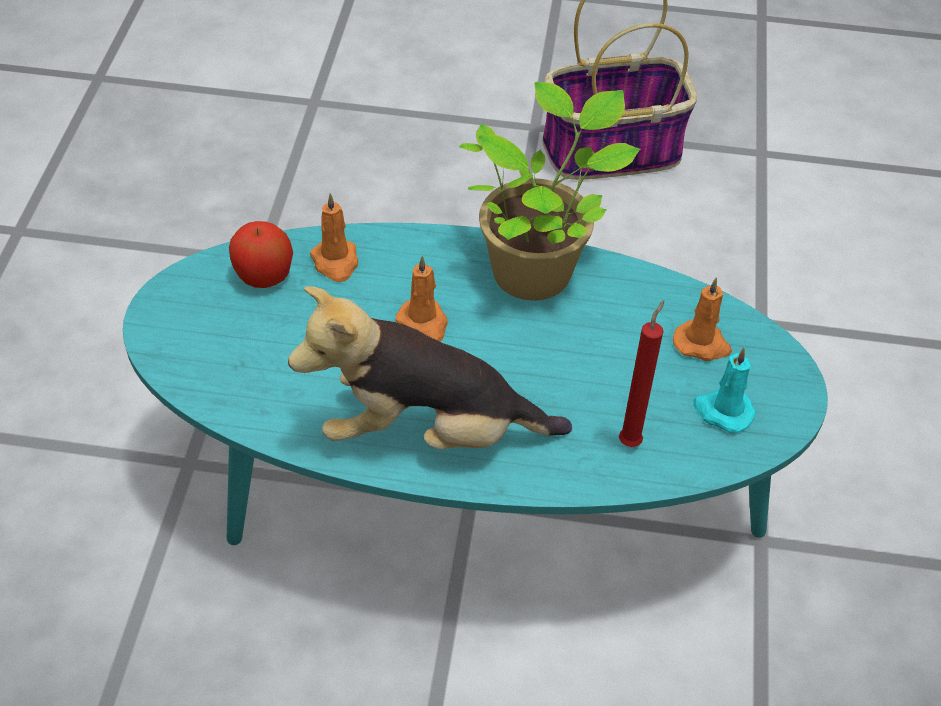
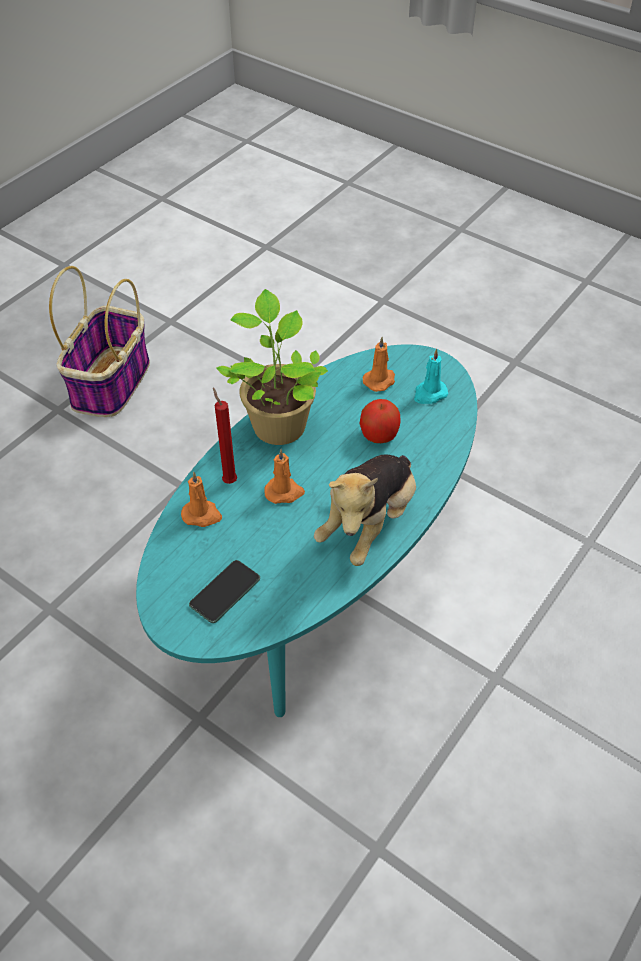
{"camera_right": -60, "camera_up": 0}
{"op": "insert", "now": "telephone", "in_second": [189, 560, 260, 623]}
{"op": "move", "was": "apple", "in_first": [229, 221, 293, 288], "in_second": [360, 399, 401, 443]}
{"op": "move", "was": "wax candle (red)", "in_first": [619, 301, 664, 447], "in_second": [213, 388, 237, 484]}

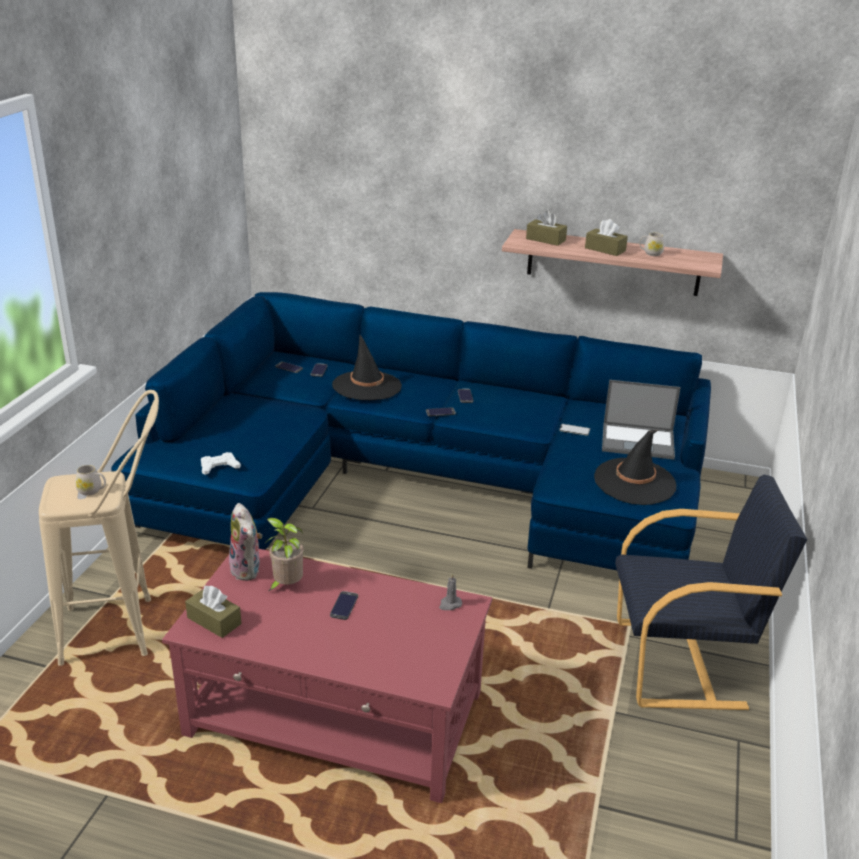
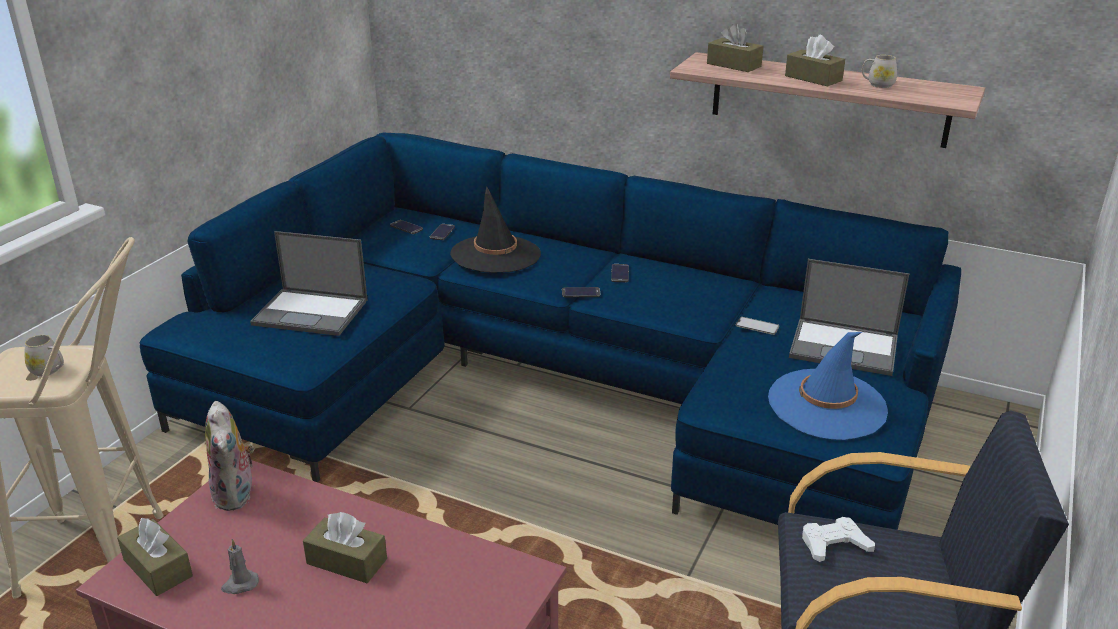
{"camera_right": 10, "camera_up": 0}
{"op": "delete", "was": "plant in a pot", "in_first": [263, 518, 304, 591]}
{"op": "insert", "now": "laptop", "in_second": [250, 231, 368, 336]}
{"op": "move", "was": "joypad (whitish)", "in_first": [201, 452, 241, 475], "in_second": [802, 517, 875, 562]}
{"op": "move", "was": "wax candle (greyish)", "in_first": [439, 573, 462, 610], "in_second": [221, 539, 259, 594]}
{"op": "replace", "was": "telephone", "now": "tissue box (brownish)", "in_first": [330, 591, 358, 620], "in_second": [303, 512, 387, 583]}
{"op": "recolor", "was": "clothing hat (black-coloured)", "now": "clothing hat (bluish)", "in_first": [594, 430, 677, 505], "in_second": [768, 332, 888, 440]}

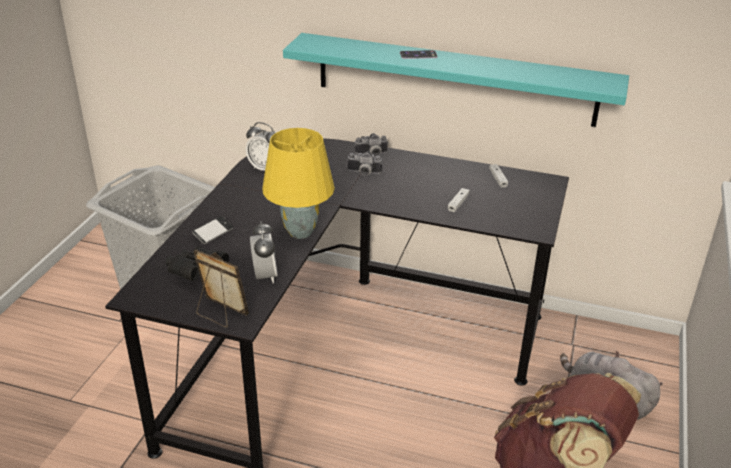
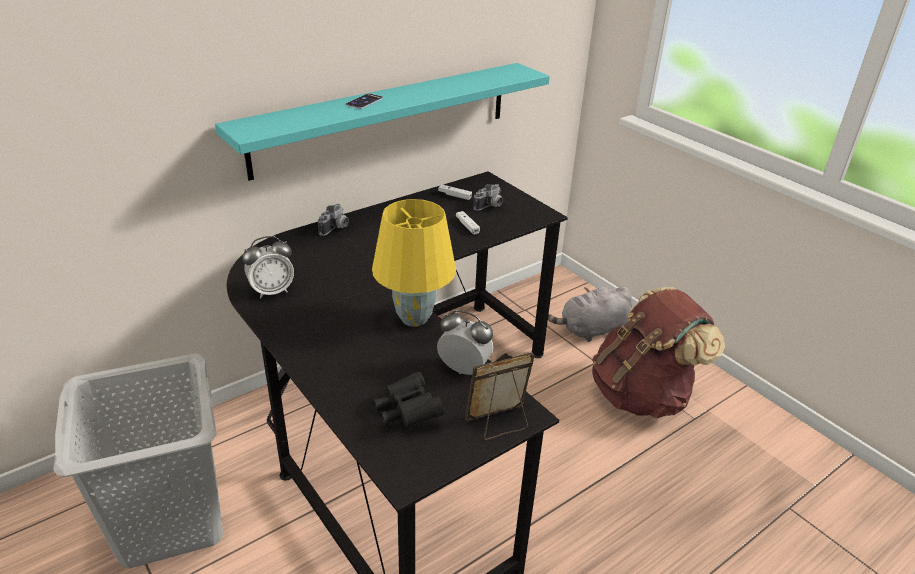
{"camera_right": -55, "camera_up": 0}
{"op": "delete", "was": "telephone", "in_first": [192, 216, 234, 244]}
{"op": "move", "was": "still camera", "in_first": [347, 151, 382, 175], "in_second": [473, 184, 503, 211]}

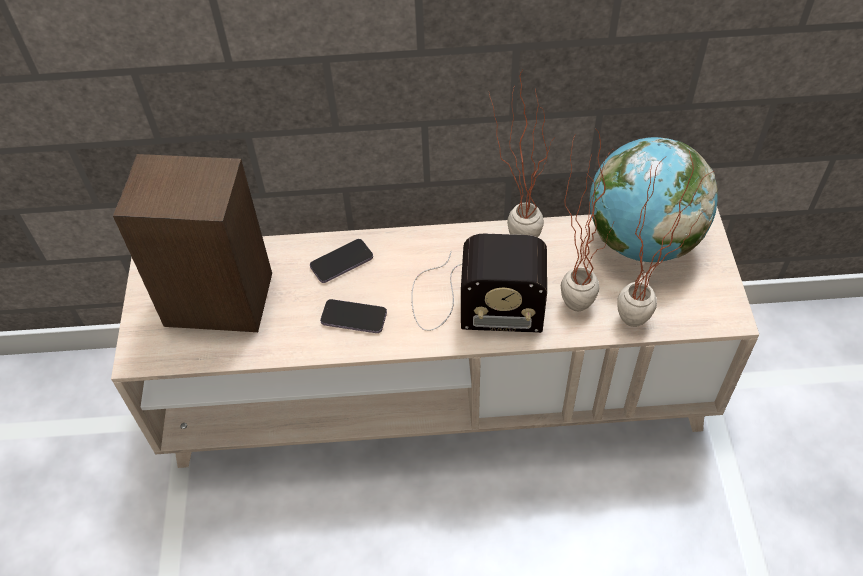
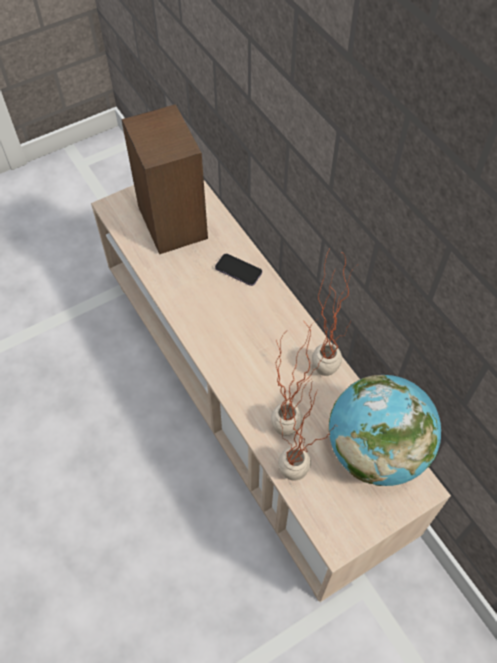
{"camera_right": 60, "camera_up": 5}
{"op": "delete", "was": "telephone", "in_first": [320, 299, 387, 333]}
{"op": "delete", "was": "radio", "in_first": [411, 234, 547, 333]}

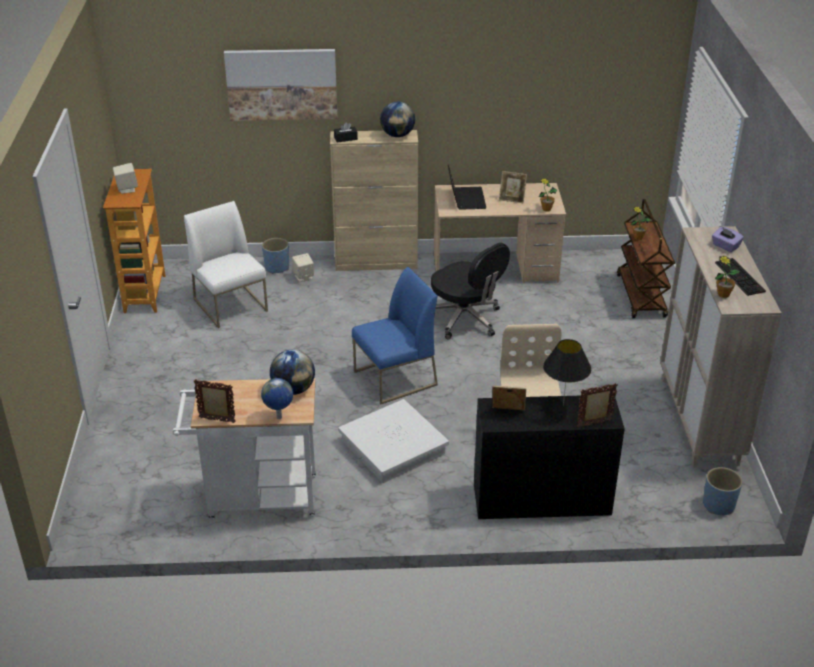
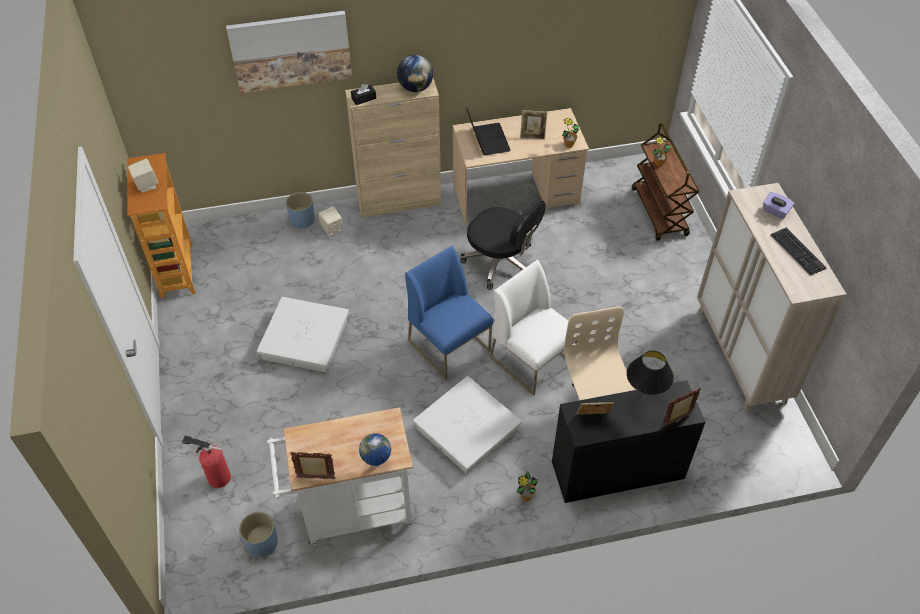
{"camera_right": -10, "camera_up": 15}
{"op": "delete", "was": "globe", "in_first": [270, 350, 315, 395]}
{"op": "insert", "now": "fire extinguisher", "in_second": [182, 435, 231, 488]}
{"op": "insert", "now": "storage box (whitish)", "in_second": [257, 297, 349, 372]}
{"op": "move", "was": "plain chair (whitish)", "in_first": [184, 201, 268, 328], "in_second": [490, 260, 580, 396]}
{"op": "move", "was": "plant pot (bluish)", "in_first": [703, 467, 742, 515], "in_second": [239, 512, 278, 557]}
{"op": "move", "was": "plant in a pot", "in_first": [715, 256, 739, 298], "in_second": [517, 471, 538, 501]}
{"op": "rotate", "was": "plain chair (bluish)", "in_first": [352, 267, 438, 404], "in_second": [405, 245, 493, 380], "clockwise": -90}

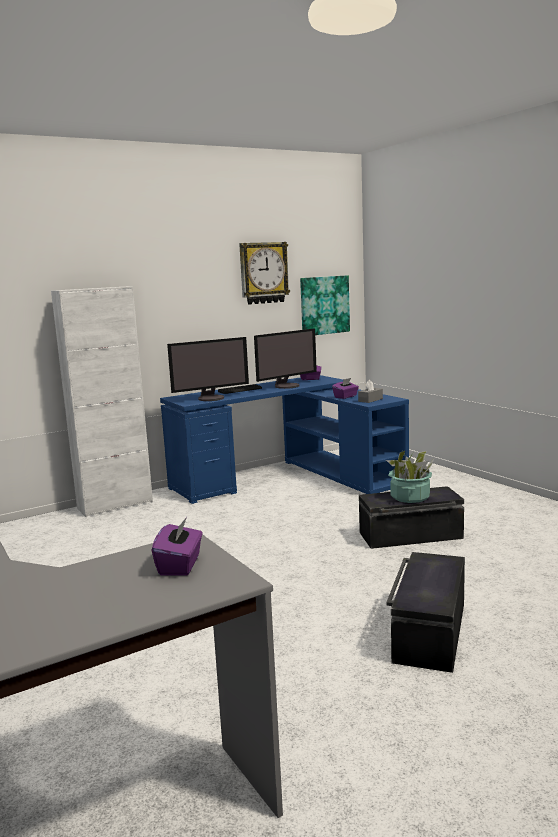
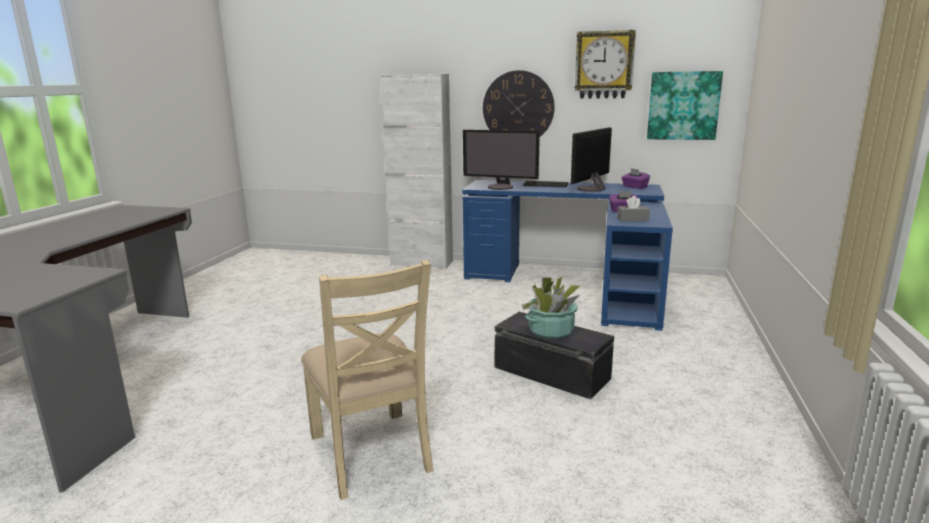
{"camera_right": 45, "camera_up": 5}
{"op": "delete", "was": "tissue box (purple-coloured)", "in_first": [152, 517, 203, 575]}
{"op": "insert", "now": "wall clock", "in_second": [483, 70, 555, 137]}
{"op": "replace", "was": "storage box (black-coloured)", "now": "plain chair (sand-coloured)", "in_first": [386, 552, 465, 673], "in_second": [301, 260, 434, 500]}
{"op": "rotate", "was": "computer display", "in_first": [254, 328, 317, 389], "in_second": [571, 127, 612, 192], "clockwise": 120}

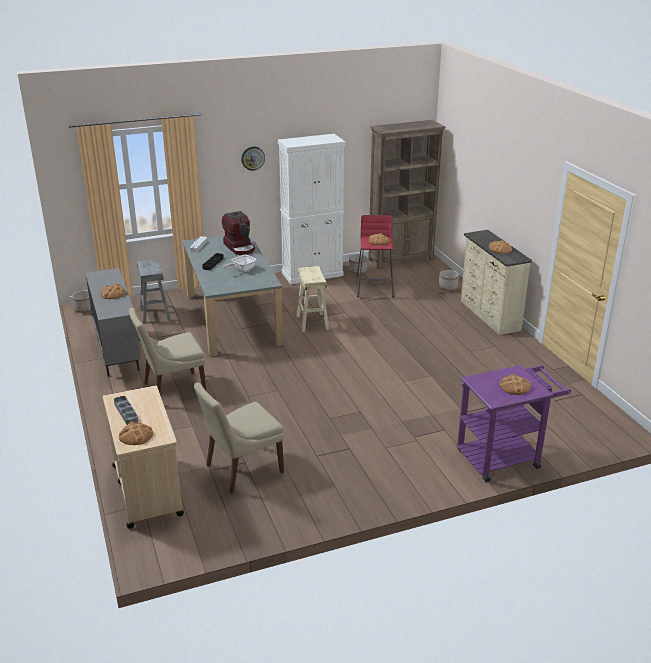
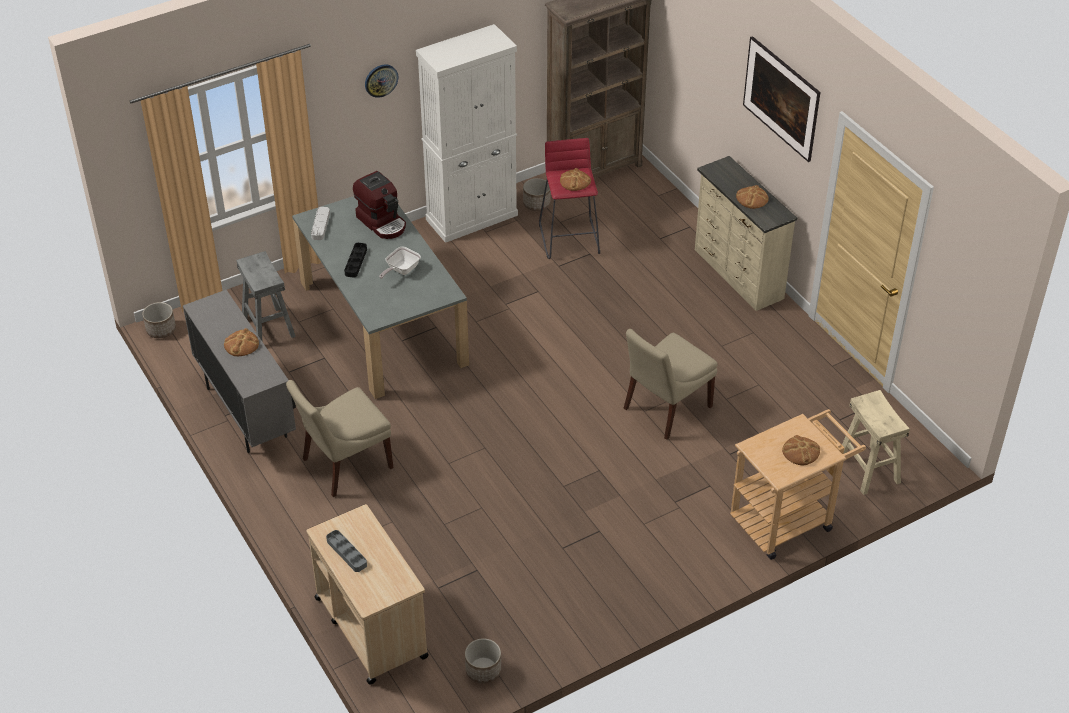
{"camera_right": -10, "camera_up": 15}
{"op": "delete", "was": "bakery bread", "in_first": [119, 421, 153, 445]}
{"op": "insert", "now": "wall picture", "in_second": [743, 36, 820, 162]}
{"op": "move", "was": "plain chair (sand-coloured)", "in_first": [194, 382, 284, 494], "in_second": [624, 329, 718, 440]}
{"op": "move", "was": "stool seat (sand-coloured)", "in_first": [296, 266, 330, 332], "in_second": [842, 390, 910, 495]}
{"op": "move", "was": "plant pot", "in_first": [439, 270, 459, 291], "in_second": [465, 638, 501, 684]}
{"op": "recolor", "was": "cart (purple-coloured)", "now": "cart (sand-coloured)", "in_first": [456, 365, 571, 482], "in_second": [730, 409, 866, 560]}

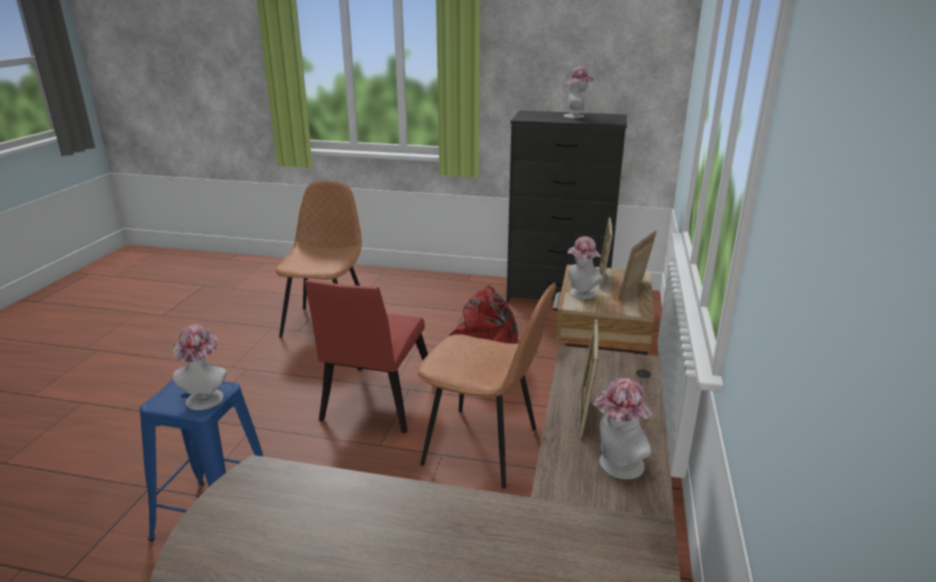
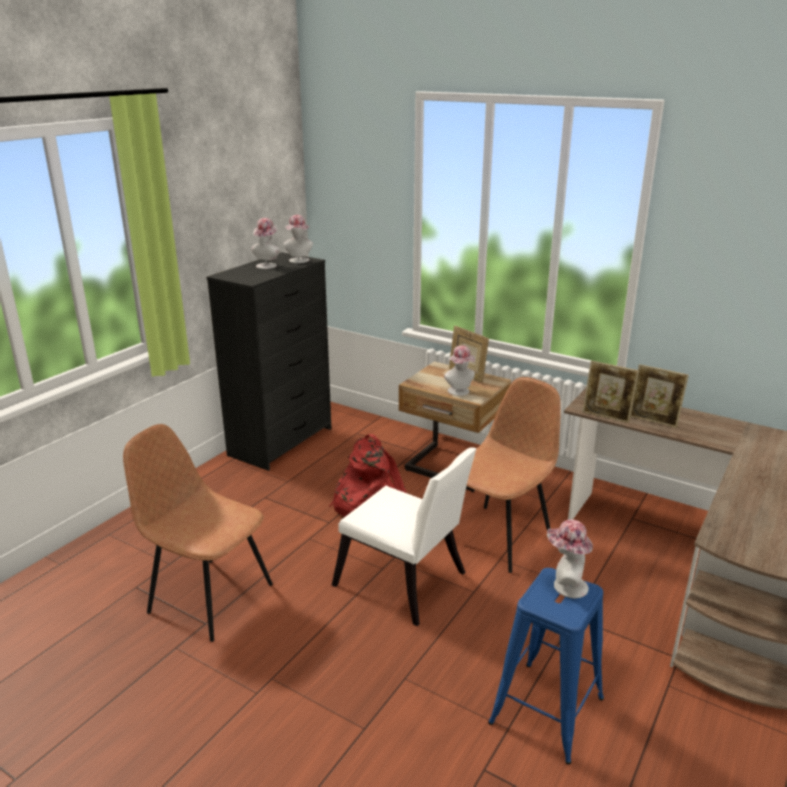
{"camera_right": -70, "camera_up": 0}
{"op": "move", "was": "clothing hat", "in_first": [593, 378, 652, 479], "in_second": [284, 215, 313, 263]}
{"op": "move", "was": "photo frame", "in_first": [599, 217, 613, 289], "in_second": [582, 361, 639, 423]}
{"op": "recolor", "was": "plain chair (red)", "now": "plain chair (whitish)", "in_first": [305, 279, 428, 433], "in_second": [332, 447, 477, 626]}

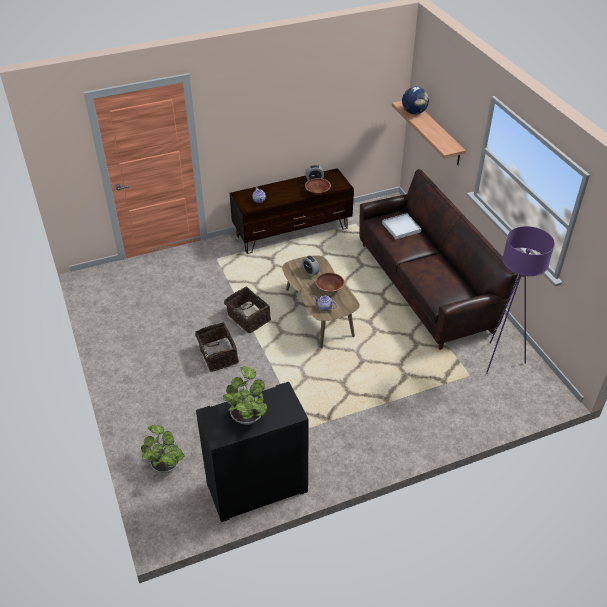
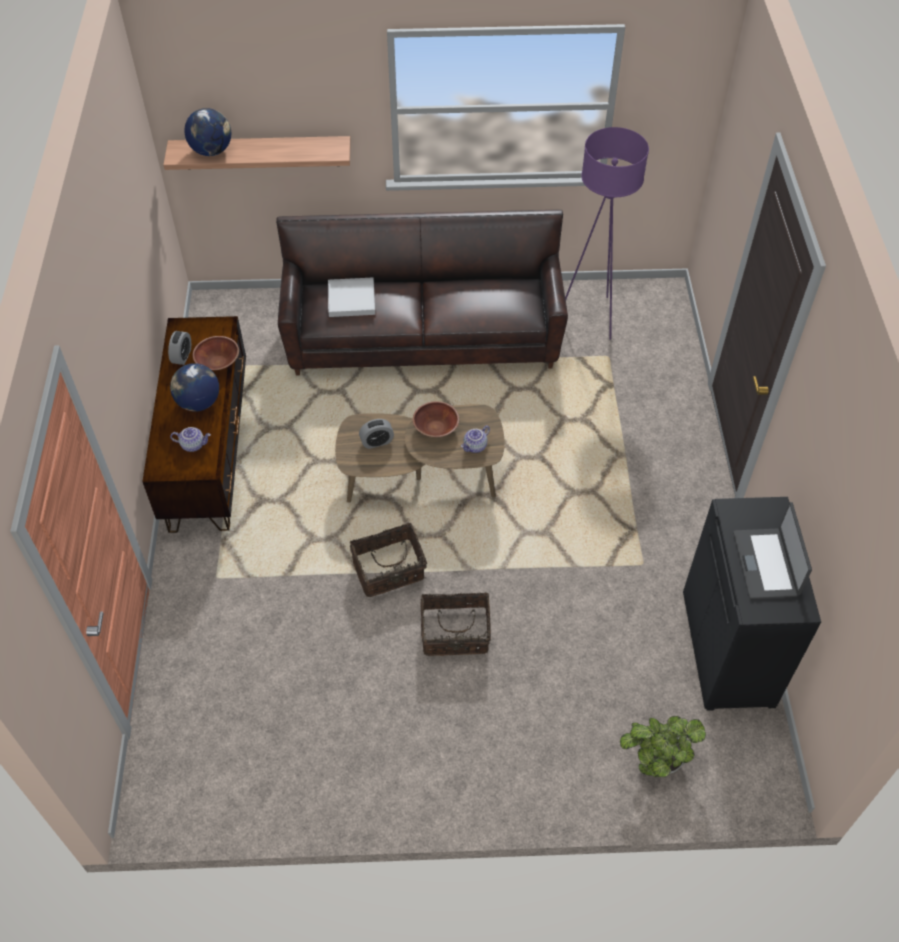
{"camera_right": -70, "camera_up": 10}
{"op": "insert", "now": "globe", "in_second": [170, 363, 219, 412]}
{"op": "replace", "was": "plant in a pot", "now": "laptop", "in_first": [223, 366, 268, 425], "in_second": [733, 502, 812, 599]}

